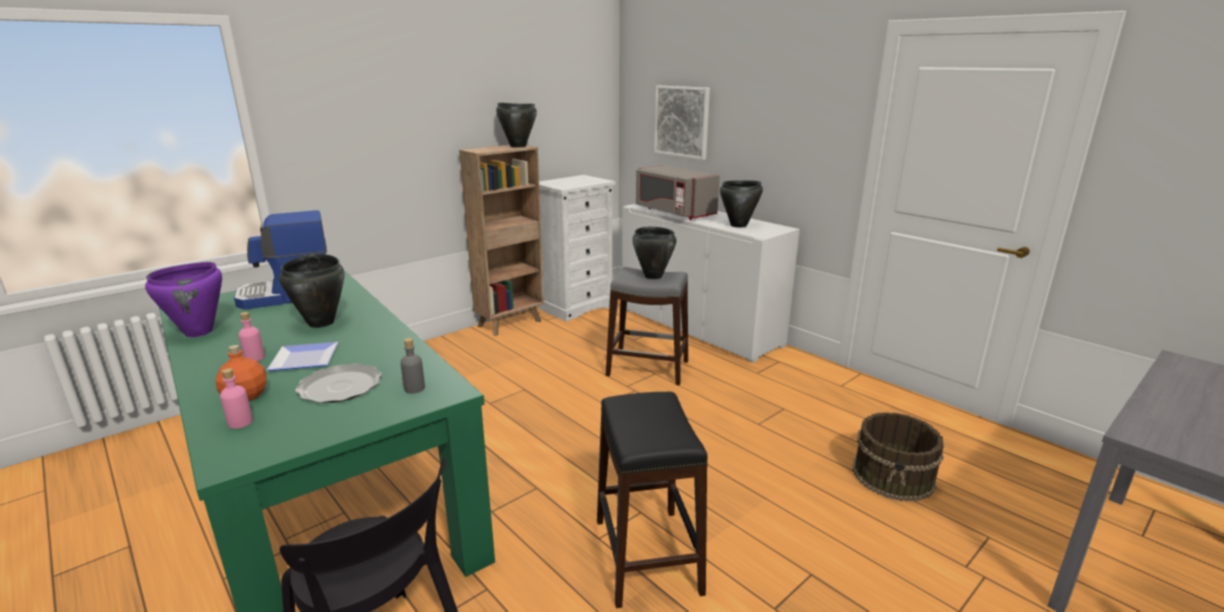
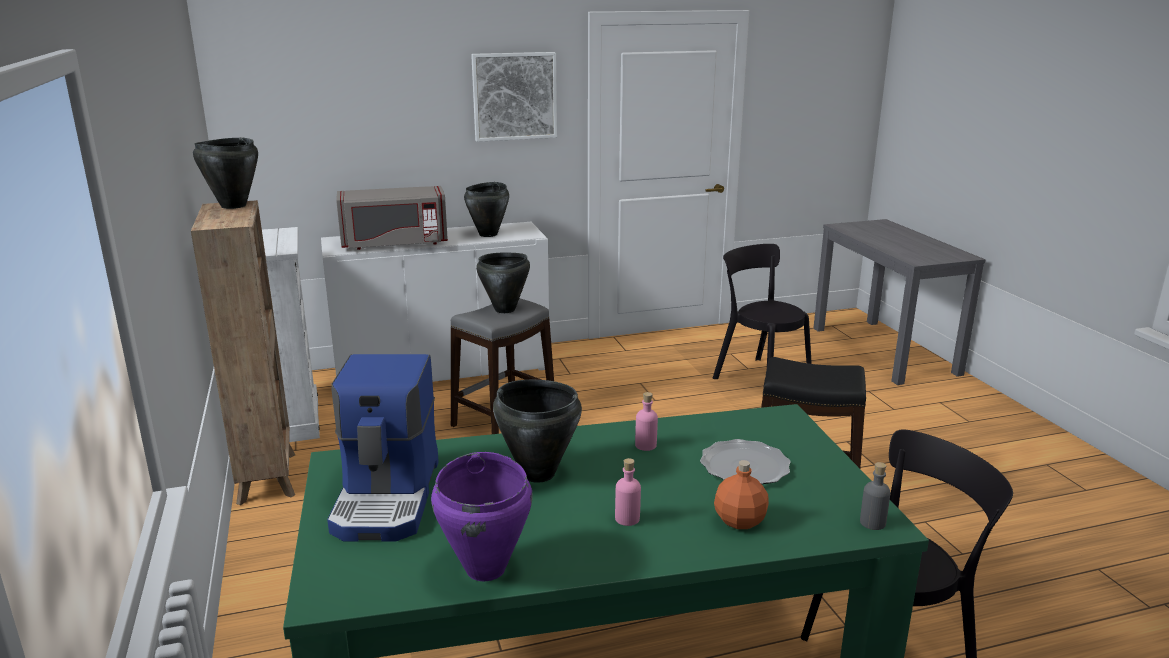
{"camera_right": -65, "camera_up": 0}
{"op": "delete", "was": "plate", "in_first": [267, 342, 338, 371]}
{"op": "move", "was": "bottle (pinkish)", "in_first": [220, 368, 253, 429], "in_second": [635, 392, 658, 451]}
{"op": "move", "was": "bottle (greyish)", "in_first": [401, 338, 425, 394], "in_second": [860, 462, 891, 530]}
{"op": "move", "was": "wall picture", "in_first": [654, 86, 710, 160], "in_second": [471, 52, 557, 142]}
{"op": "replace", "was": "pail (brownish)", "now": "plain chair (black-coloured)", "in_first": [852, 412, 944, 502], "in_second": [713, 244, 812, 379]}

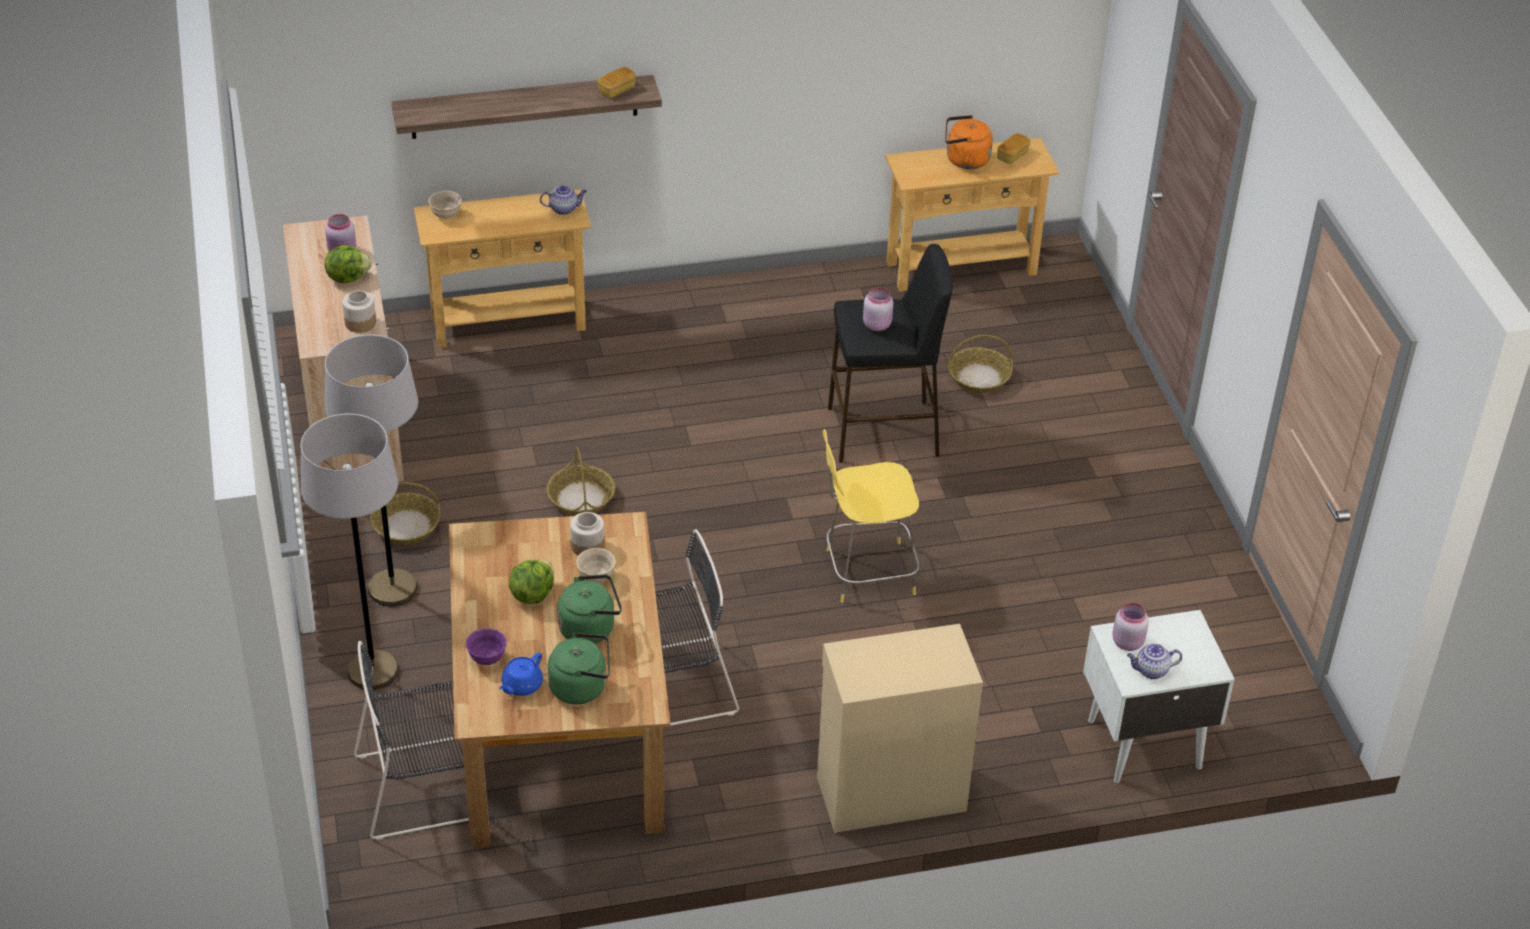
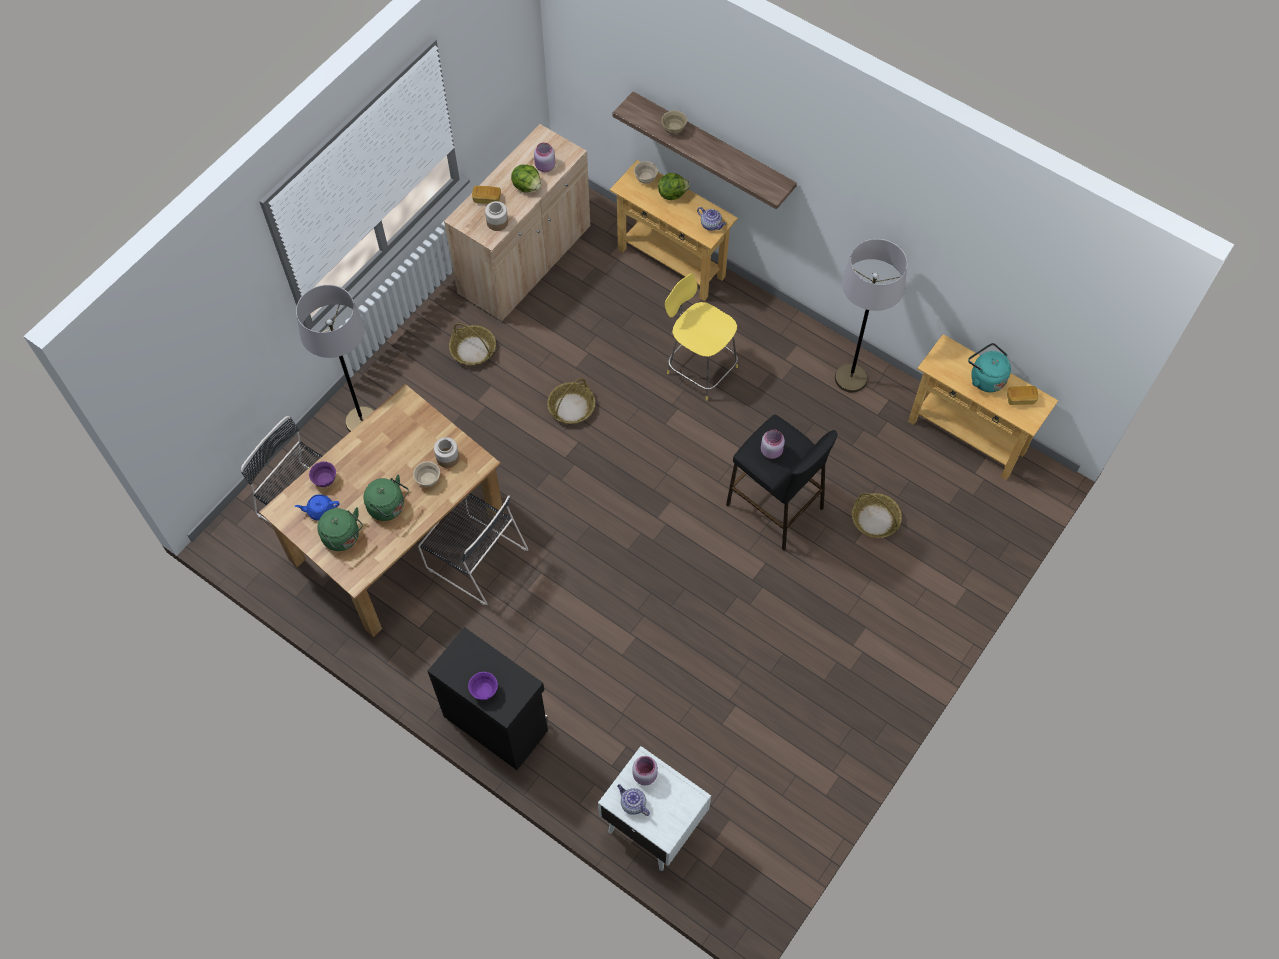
{"camera_right": 50, "camera_up": 20}
{"op": "insert", "now": "serving bowl (purple-coloured)", "in_second": [468, 672, 498, 700]}
{"op": "insert", "now": "serving bowl (sand-coloured)", "in_second": [661, 110, 687, 134]}
{"op": "move", "was": "standard lamp (greyish)", "in_first": [325, 334, 418, 607], "in_second": [835, 239, 907, 393]}
{"op": "move", "was": "lettuce head", "in_first": [509, 560, 554, 604], "in_second": [658, 173, 690, 200]}
{"op": "move", "was": "bakery bread", "in_first": [597, 67, 636, 98], "in_second": [472, 186, 501, 204]}
{"op": "move", "was": "stool seat (yellowish)", "in_first": [823, 429, 920, 603], "in_second": [665, 273, 738, 401]}
{"op": "recolor", "was": "cabinet (sand-coloured)", "now": "cabinet (black-coloured)", "in_first": [817, 624, 983, 833], "in_second": [428, 627, 548, 770]}
{"op": "recolor", "was": "kettle (orange-coloured)", "now": "kettle (turquoise-coloured)", "in_first": [945, 115, 993, 169], "in_second": [968, 343, 1011, 392]}

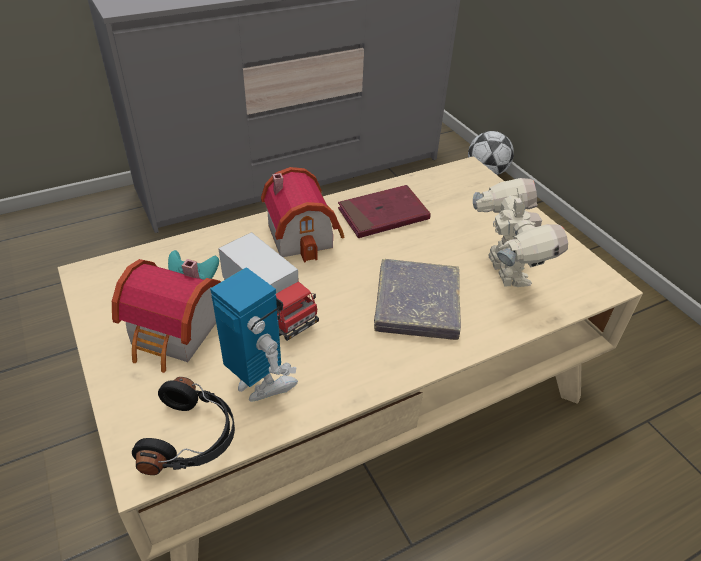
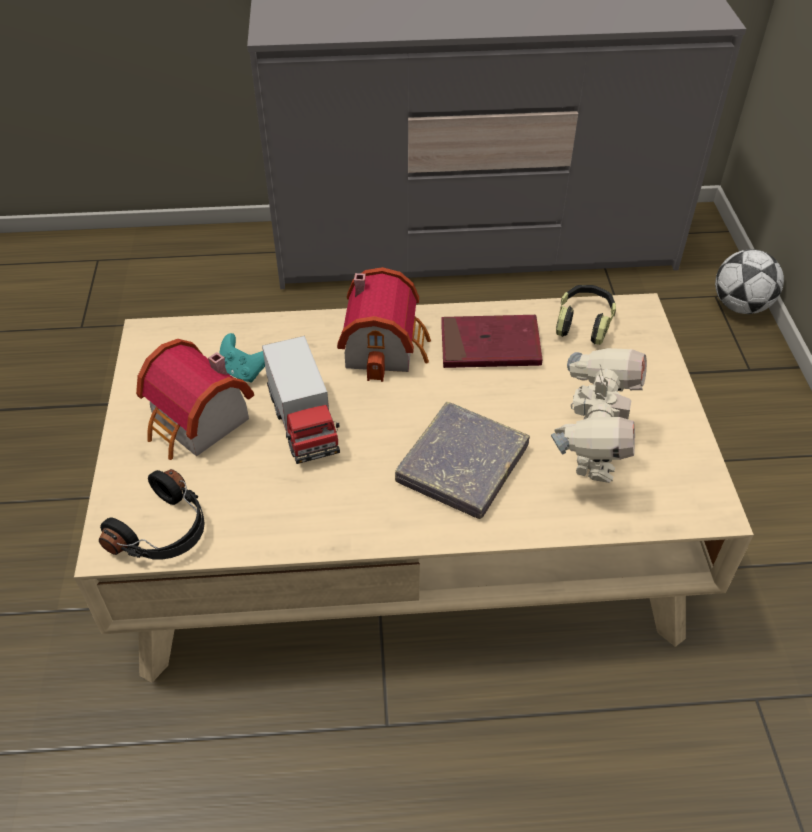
{"camera_right": 25, "camera_up": 5}
{"op": "delete", "was": "toy robot", "in_first": [210, 267, 298, 402]}
{"op": "insert", "now": "headphones", "in_second": [556, 285, 616, 345]}

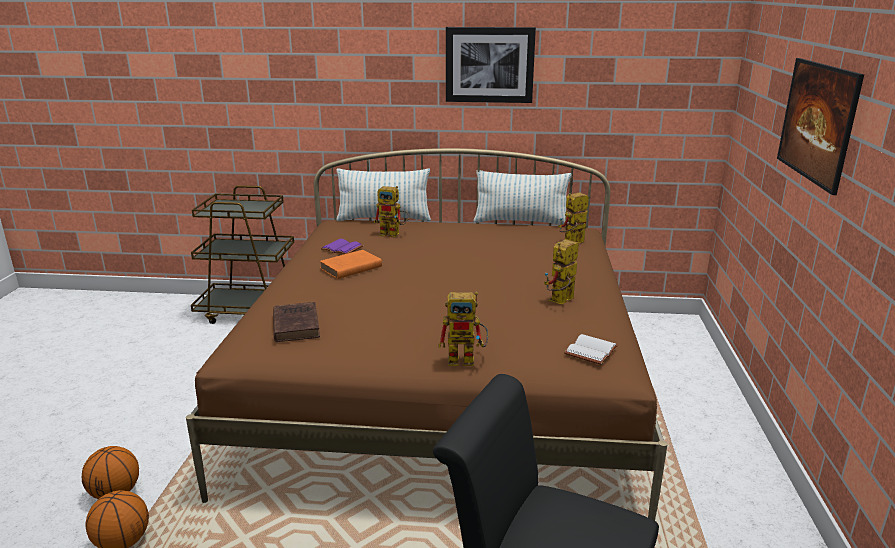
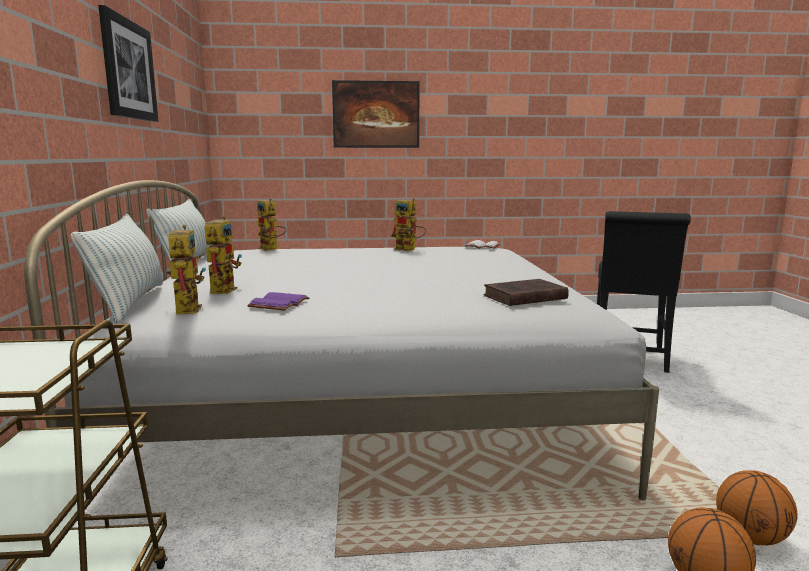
{"camera_right": -100, "camera_up": -10}
{"op": "delete", "was": "book (orange-coloured)", "in_first": [319, 250, 382, 279]}
{"op": "move", "was": "toy robot", "in_first": [438, 291, 488, 366], "in_second": [167, 225, 206, 314]}
{"op": "recolor", "was": "bed (brownish)", "now": "bed (whitish)", "in_first": [186, 148, 668, 520], "in_second": [24, 180, 659, 528]}

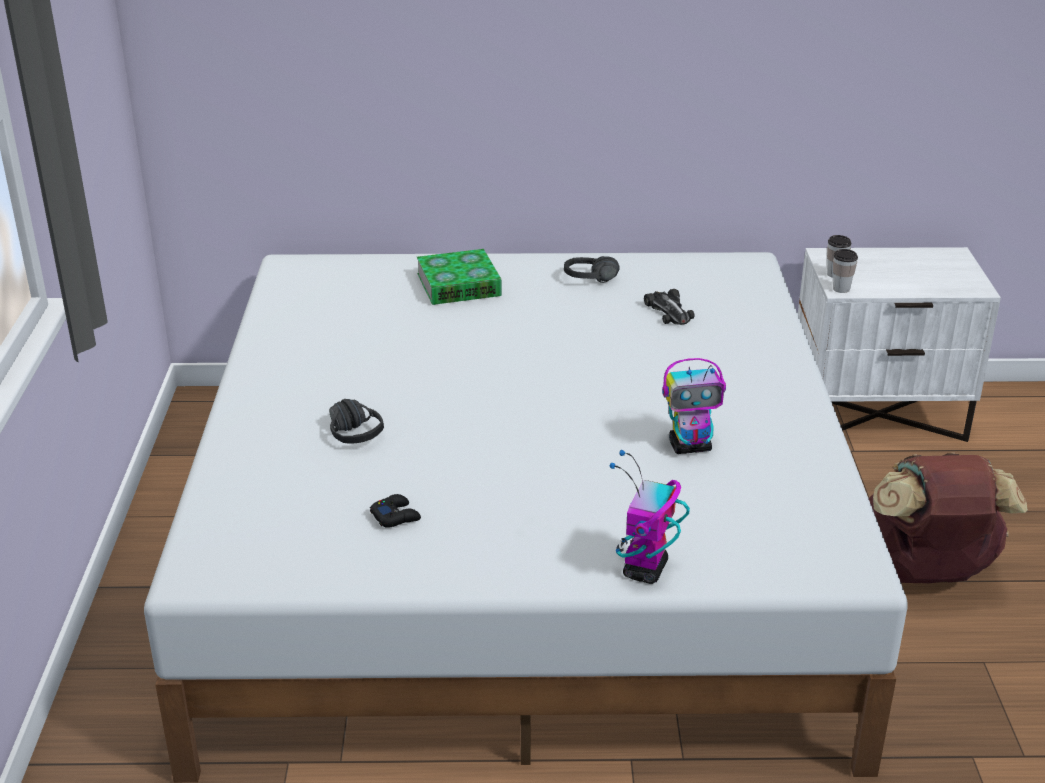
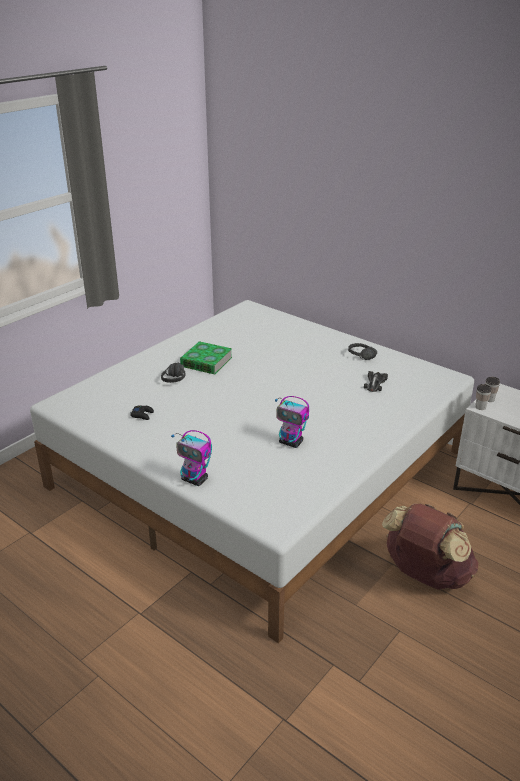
{"camera_right": 40, "camera_up": 0}
{"op": "move", "was": "book", "in_first": [417, 249, 502, 305], "in_second": [180, 341, 232, 375]}
{"op": "rotate", "was": "toy robot", "in_first": [609, 450, 690, 584], "in_second": [171, 430, 212, 486], "clockwise": -120}

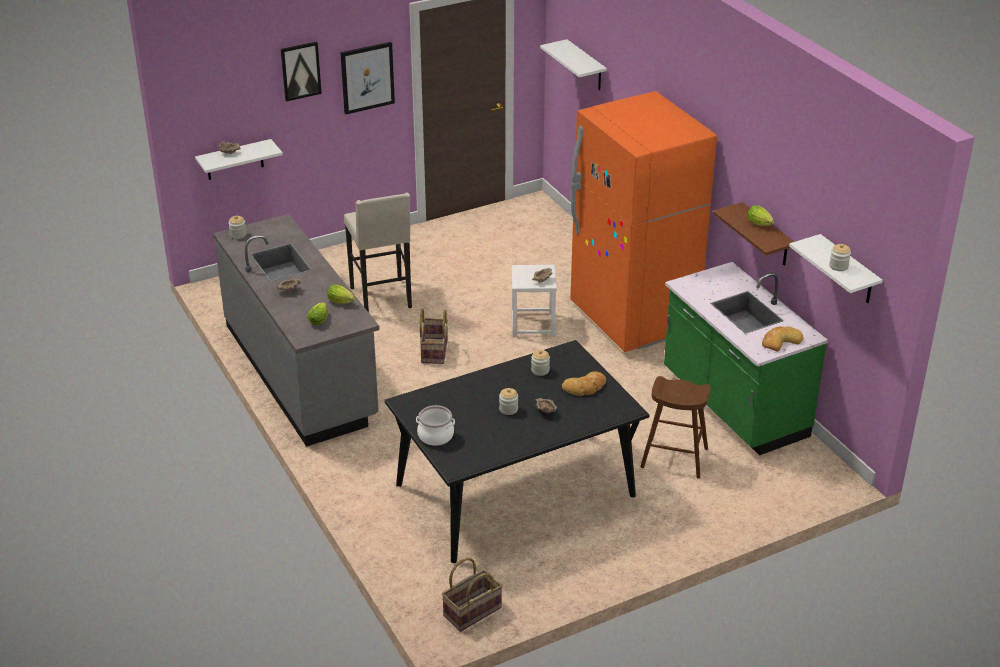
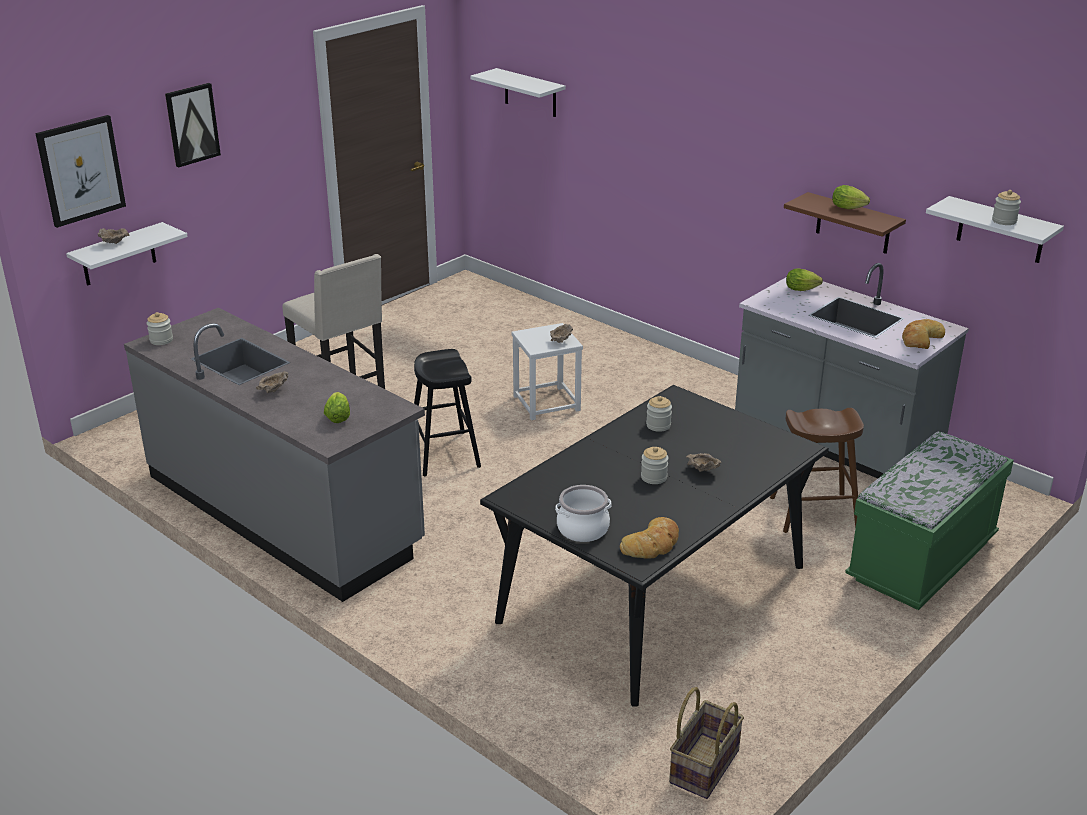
{"camera_right": -20, "camera_up": -5}
{"op": "delete", "was": "refrigerator (orange-coloured)", "in_first": [570, 91, 717, 352]}
{"op": "insert", "now": "long seat (greenish)", "in_second": [845, 431, 1014, 610]}
{"op": "move", "was": "lettuce head", "in_first": [327, 284, 355, 304], "in_second": [786, 269, 823, 291]}
{"op": "move", "was": "wall picture", "in_first": [340, 42, 395, 114], "in_second": [35, 115, 126, 228]}
{"op": "move", "was": "bakery bread", "in_first": [562, 371, 606, 396], "in_second": [620, 517, 679, 559]}
{"op": "replace", "was": "storage basket", "now": "stool seat (black-coloured)", "in_first": [420, 309, 448, 364], "in_second": [414, 349, 481, 476]}
{"op": "recolor", "was": "counter (greenish)", "now": "counter (greyish)", "in_first": [664, 262, 828, 455], "in_second": [735, 263, 969, 478]}

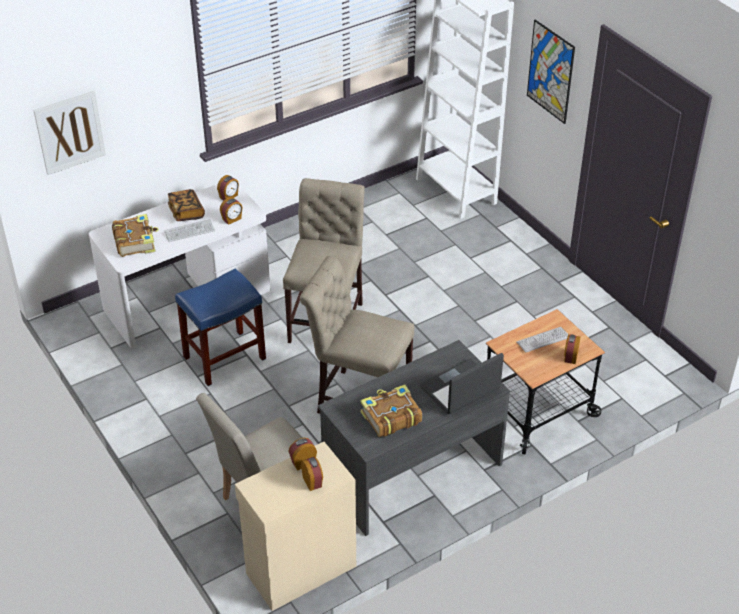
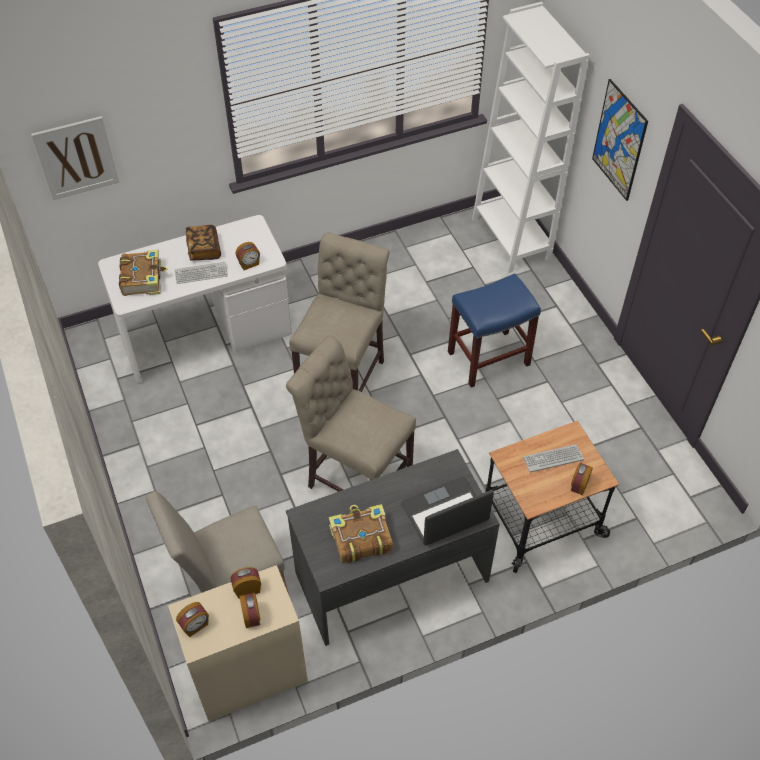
{"camera_right": 10, "camera_up": 10}
{"op": "move", "was": "stool seat (bluish)", "in_first": [175, 268, 266, 386], "in_second": [448, 273, 541, 387]}
{"op": "move", "was": "bedside clock", "in_first": [217, 175, 239, 200], "in_second": [176, 602, 209, 637]}

